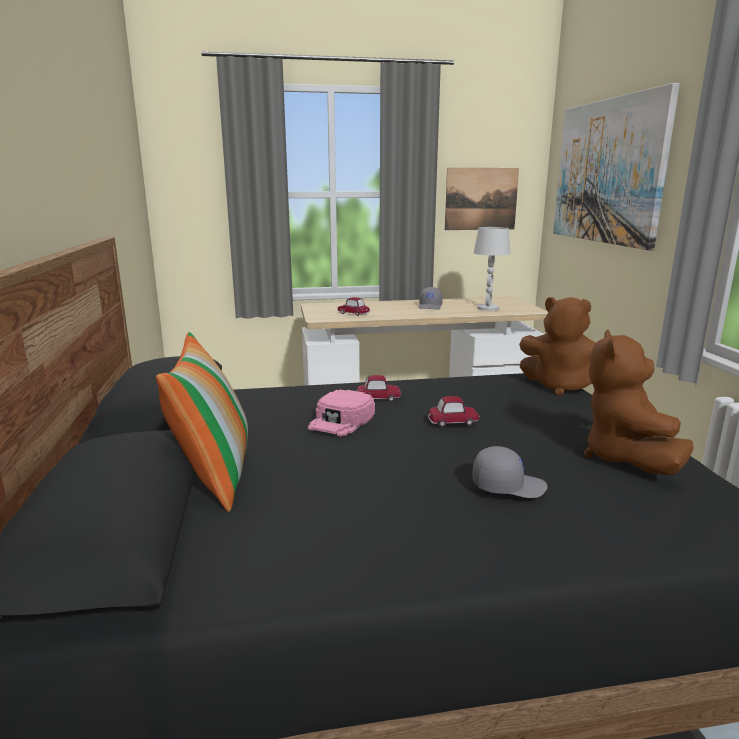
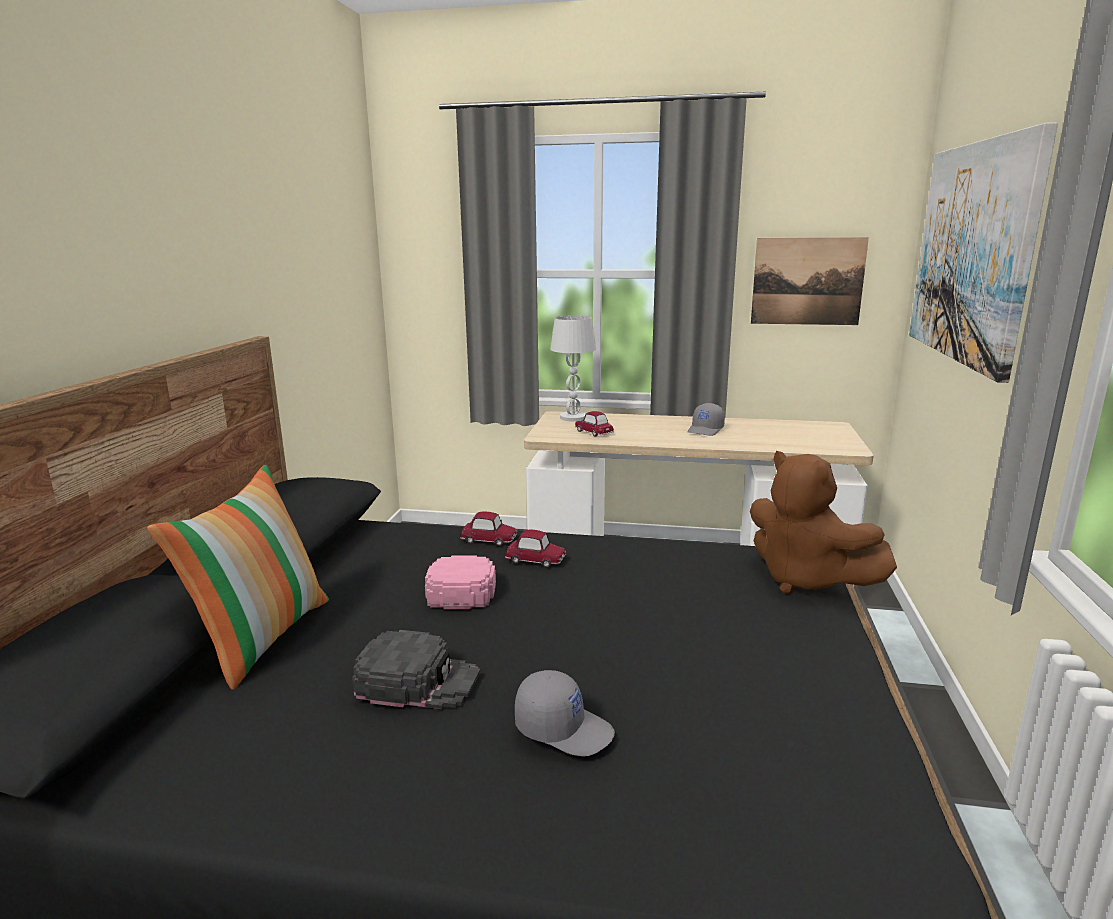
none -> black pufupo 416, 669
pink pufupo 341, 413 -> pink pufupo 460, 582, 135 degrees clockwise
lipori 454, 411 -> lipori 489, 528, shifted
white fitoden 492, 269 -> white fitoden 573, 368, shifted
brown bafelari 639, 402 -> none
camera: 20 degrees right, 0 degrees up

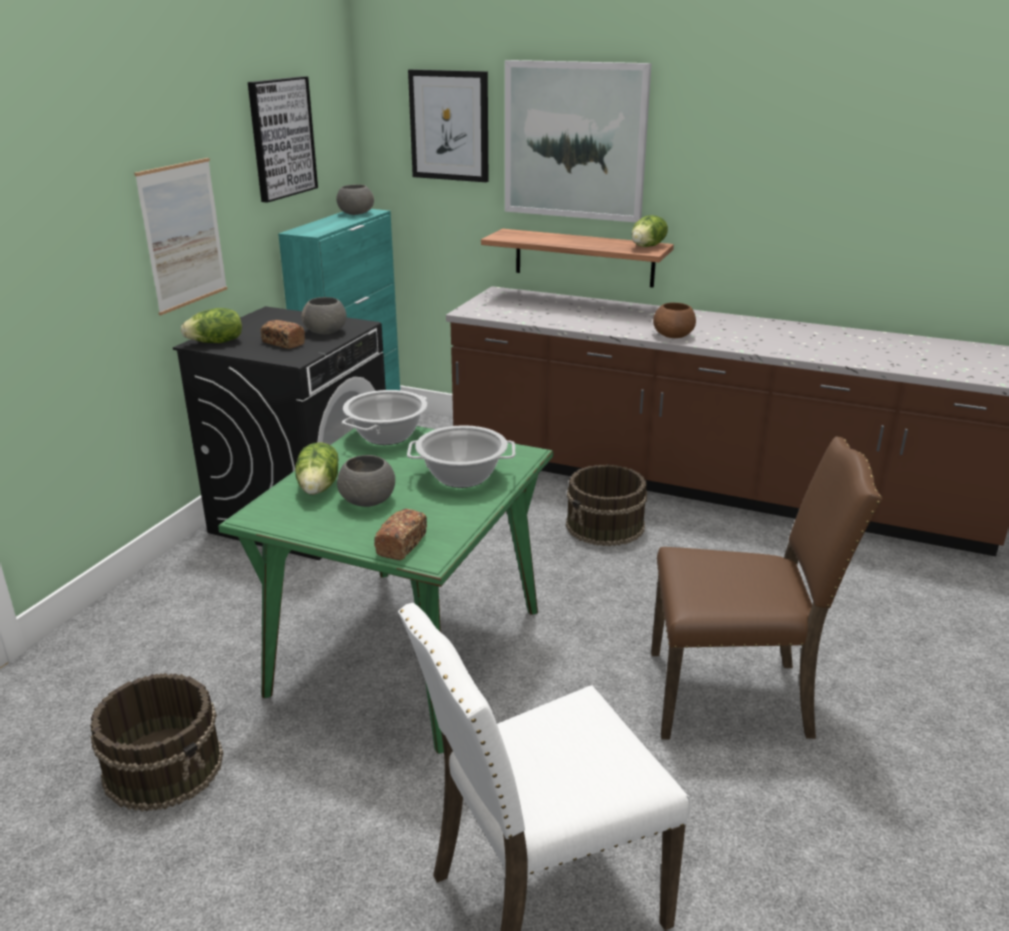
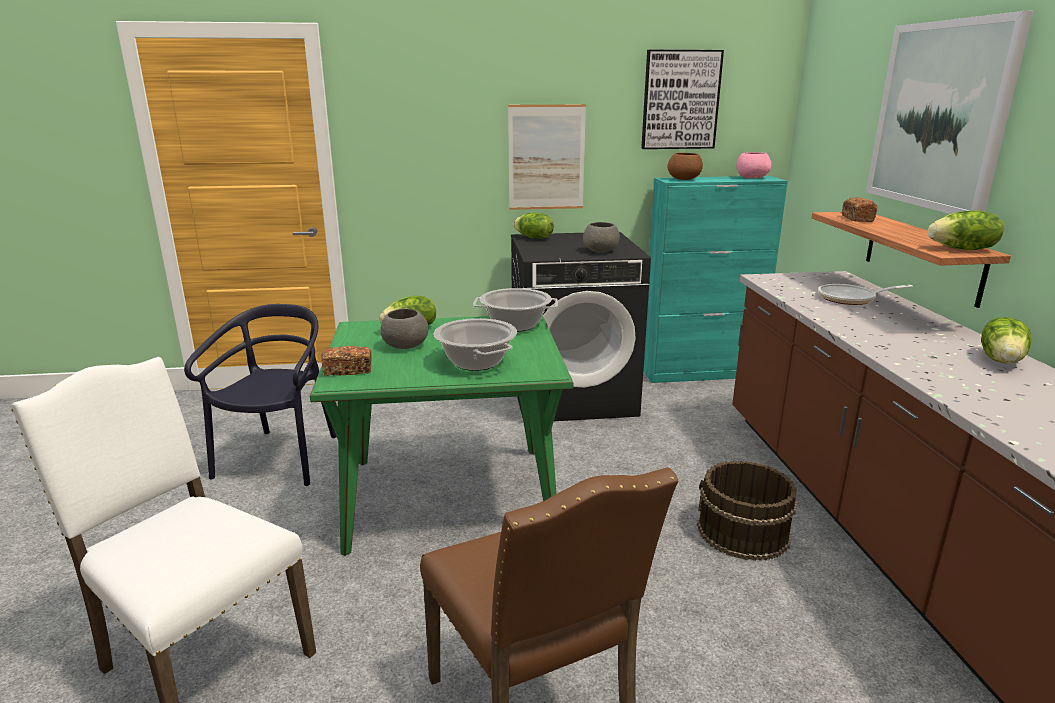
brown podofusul 157, 742 -> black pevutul 260, 395
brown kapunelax 674, 320 -> brown kapunelax 685, 166, shifted
grey kapunelax 355, 199 -> pink kapunelax 754, 165
none -> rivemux 865, 294
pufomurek 282, 334 -> pufomurek 859, 209, shifted
none -> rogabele 1006, 340
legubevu 448, 125 -> none
camera: 60 degrees right, 5 degrees down

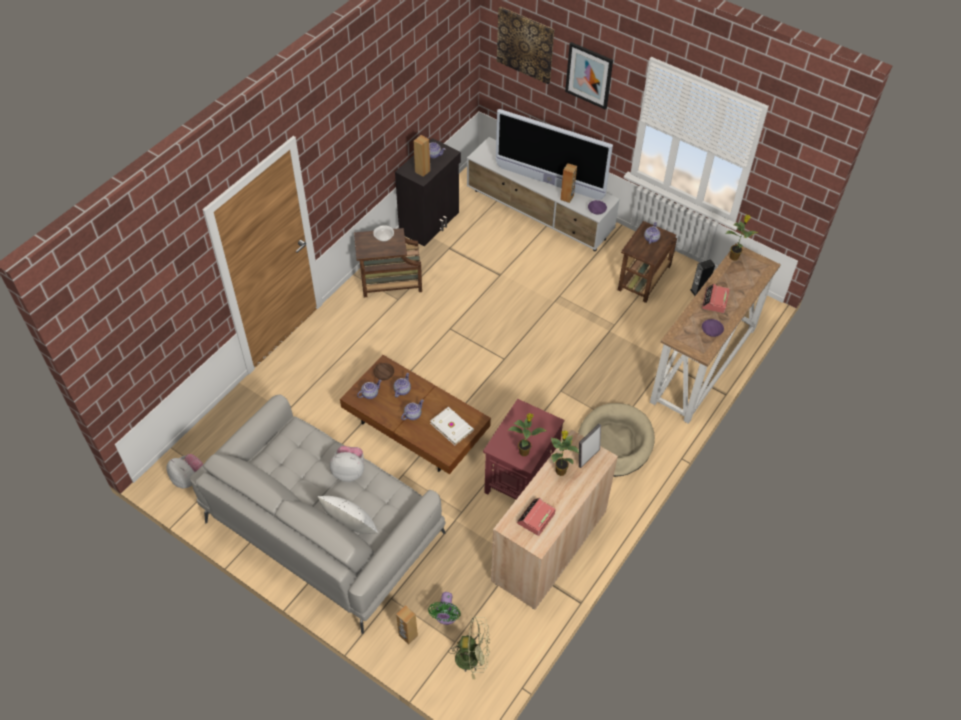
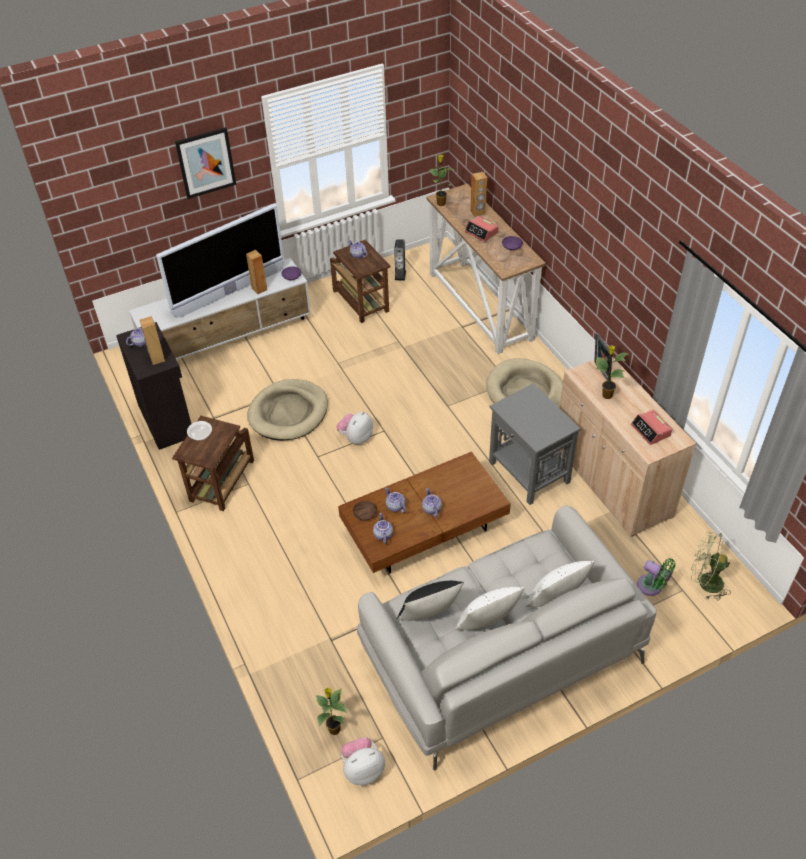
none -> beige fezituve 287, 409
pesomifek 527, 434 -> pesomifek 331, 711, shifted
bafelari 347, 464 -> bafelari 354, 428, shifted
none -> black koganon 430, 601
none -> white koganon 489, 608
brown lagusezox 407, 625 -> brown lagusezox 478, 194, shifted
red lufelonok 523, 449 -> grey lufelonok 535, 444
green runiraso 469, 648 -> green runiraso 711, 566, 105 degrees counterclockwise
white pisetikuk 452, 426 -> none
legubevu 525, 45 -> none
camera: 60 degrees left, 5 degrees down

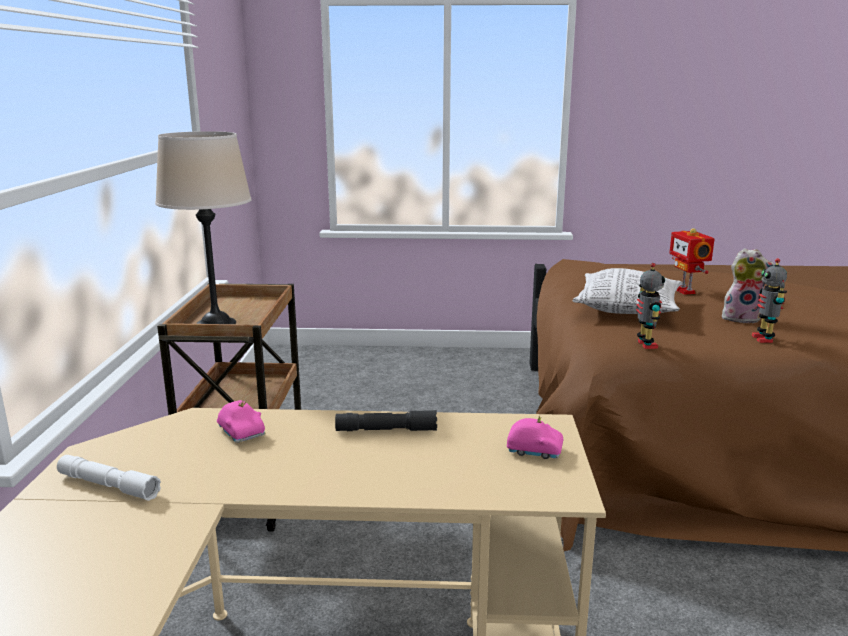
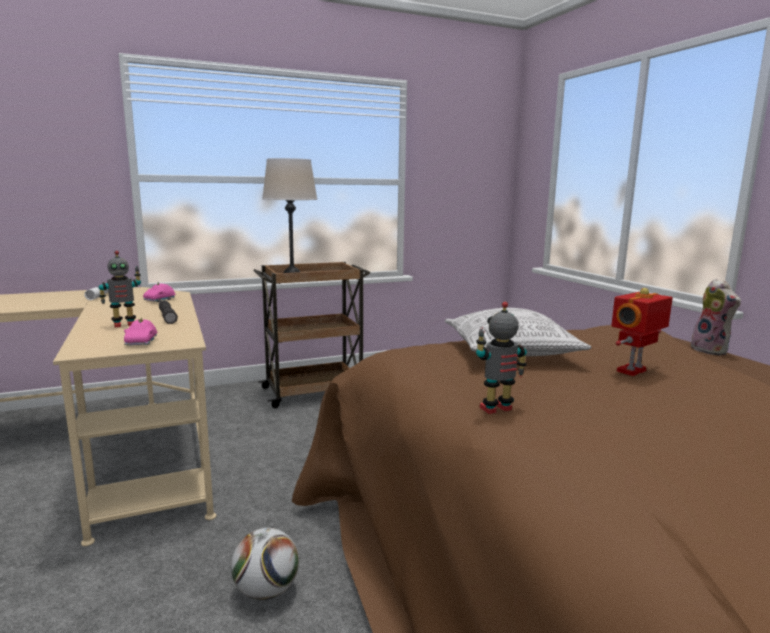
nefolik 650, 306 -> nefolik 120, 289, shifted
none -> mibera 265, 564
bafelari 748, 285 -> bafelari 716, 317, shifted
camera: 65 degrees right, 5 degrees down

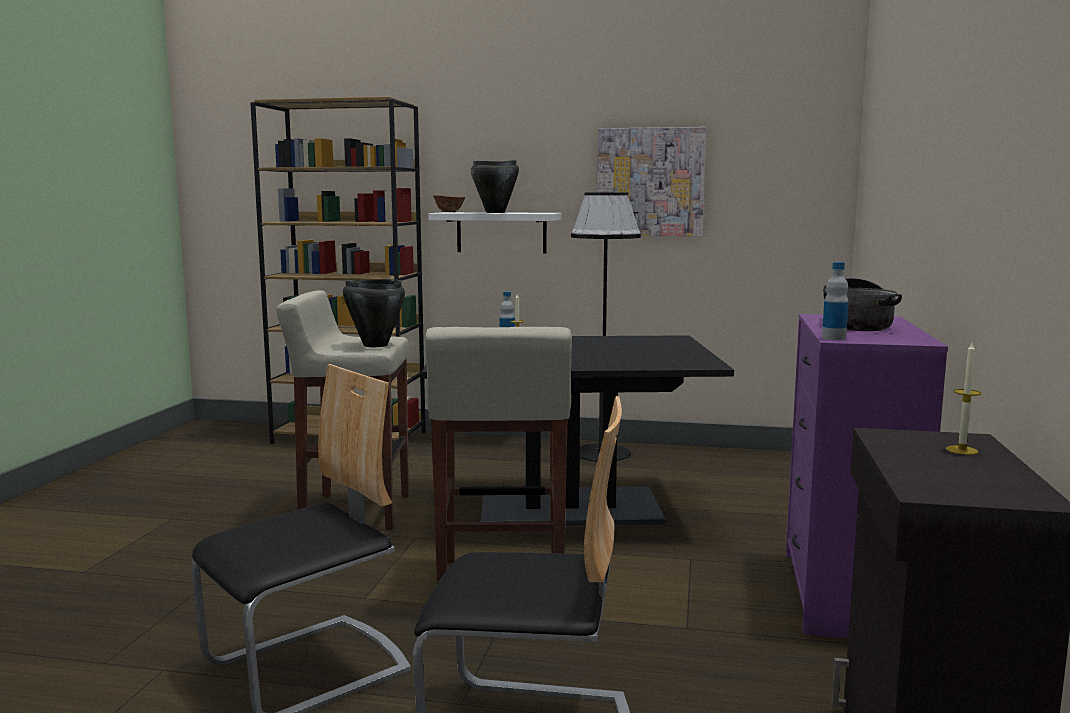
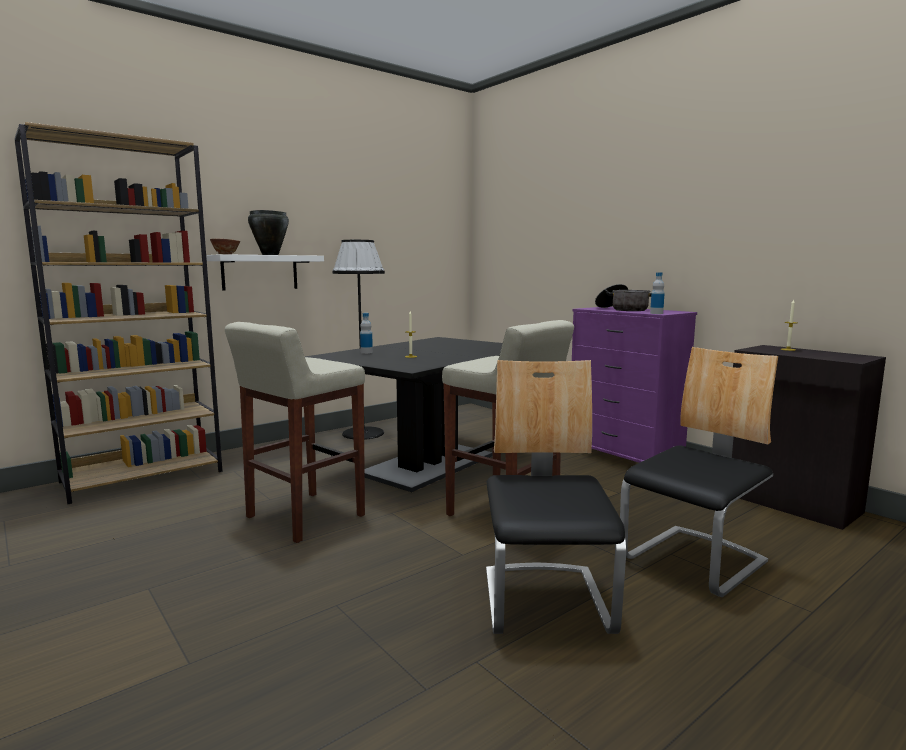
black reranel 374, 313 -> none
legubevu 651, 181 -> none
camera: 50 degrees left, 0 degrees up

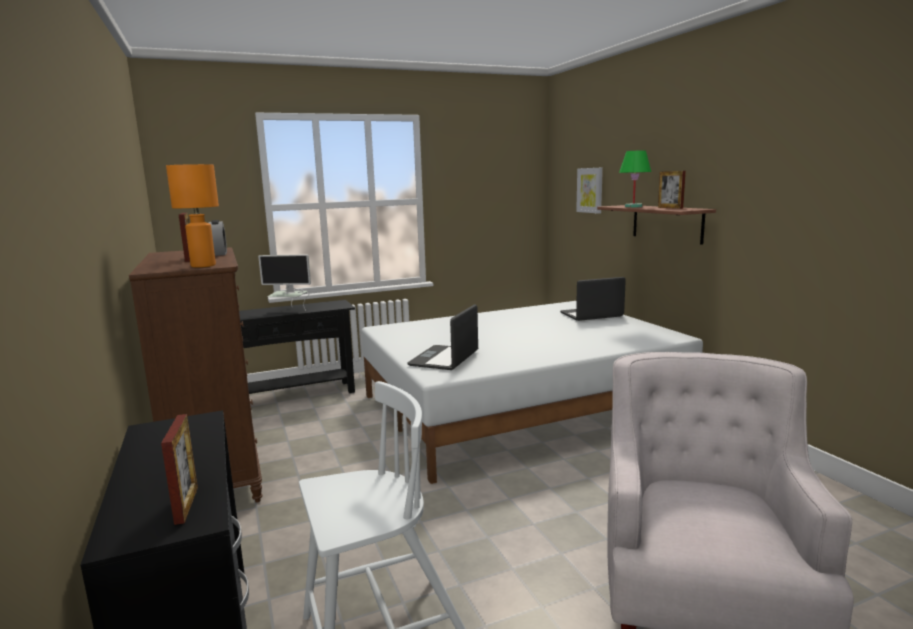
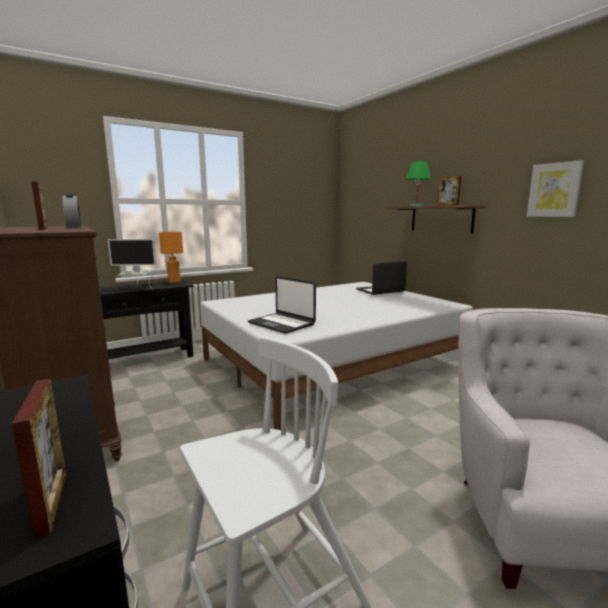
orange fitoden 192, 216 -> orange fitoden 171, 257, shifted
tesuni 442, 337 -> tesuni 282, 305, 60 degrees counterclockwise
legubevu 589, 191 -> legubevu 555, 188, shifted
camera: 10 degrees left, 0 degrees up

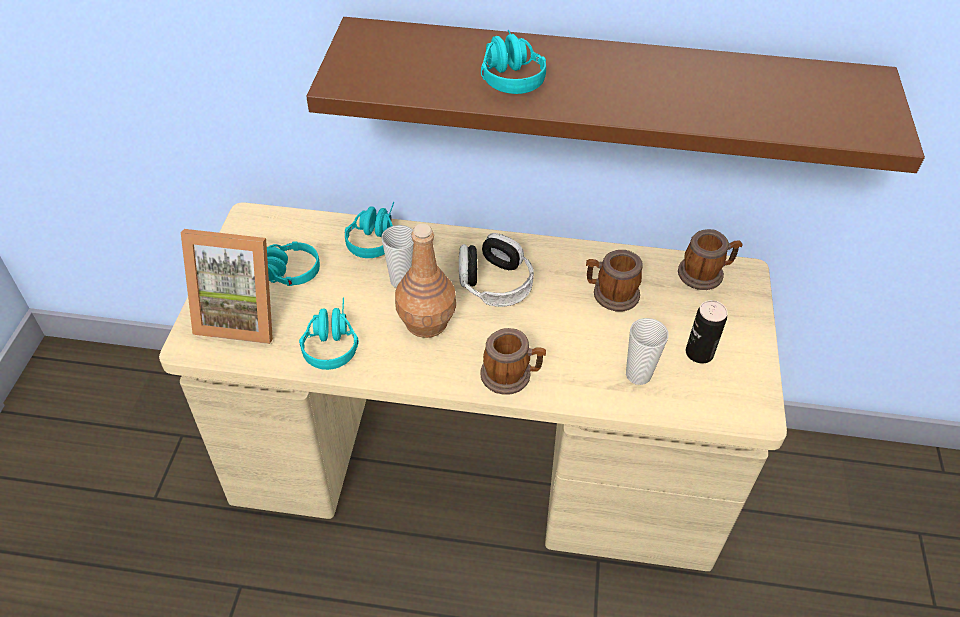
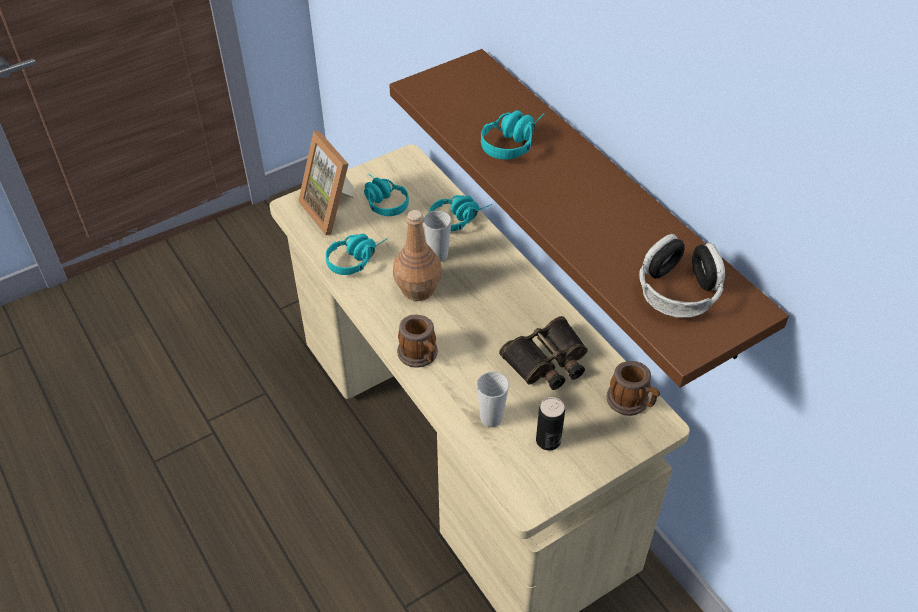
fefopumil 614, 280 -> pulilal 543, 353
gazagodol 496, 270 -> gazagodol 682, 276, shifted
camera: 50 degrees right, 0 degrees up

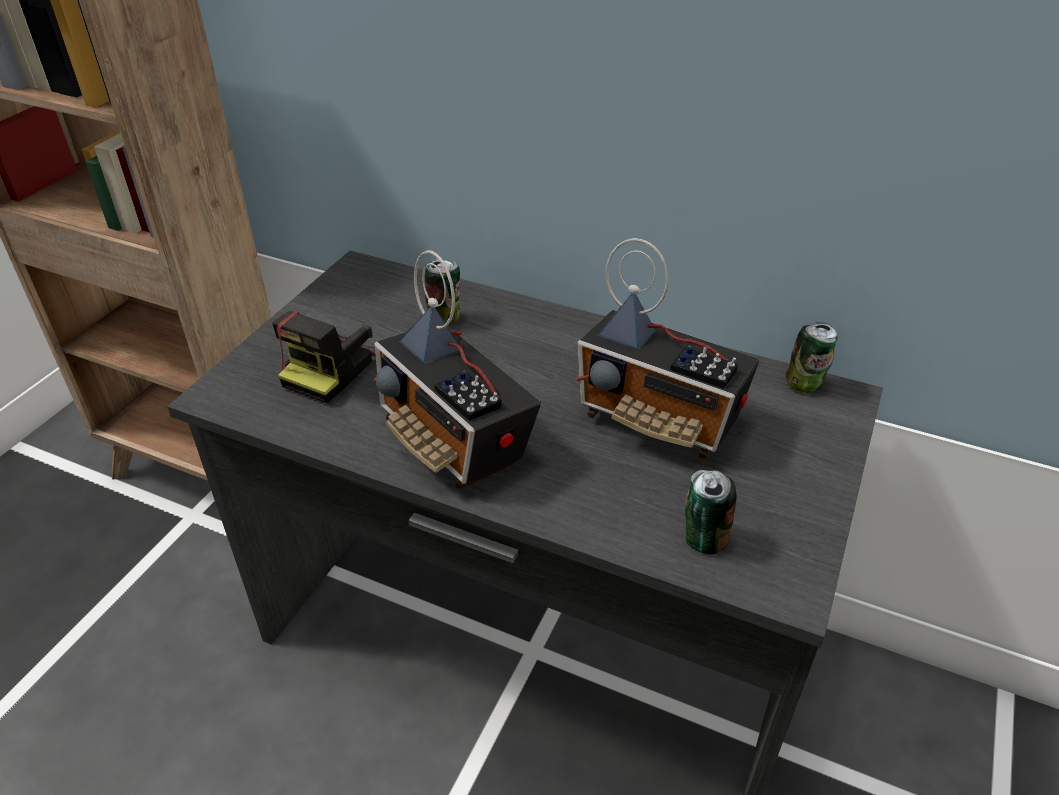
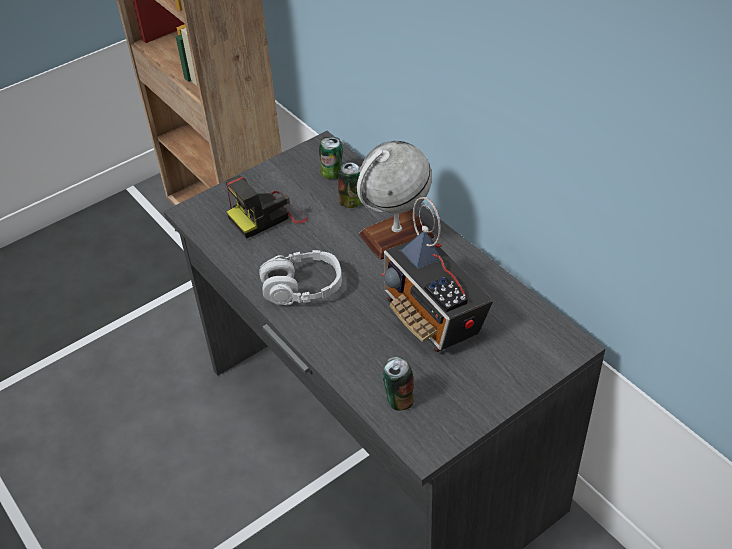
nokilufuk 457, 369 -> grey gazagodol 300, 277
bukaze 812, 357 -> bukaze 331, 158, shifted
none -> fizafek 396, 200
camera: 30 degrees right, 5 degrees up

